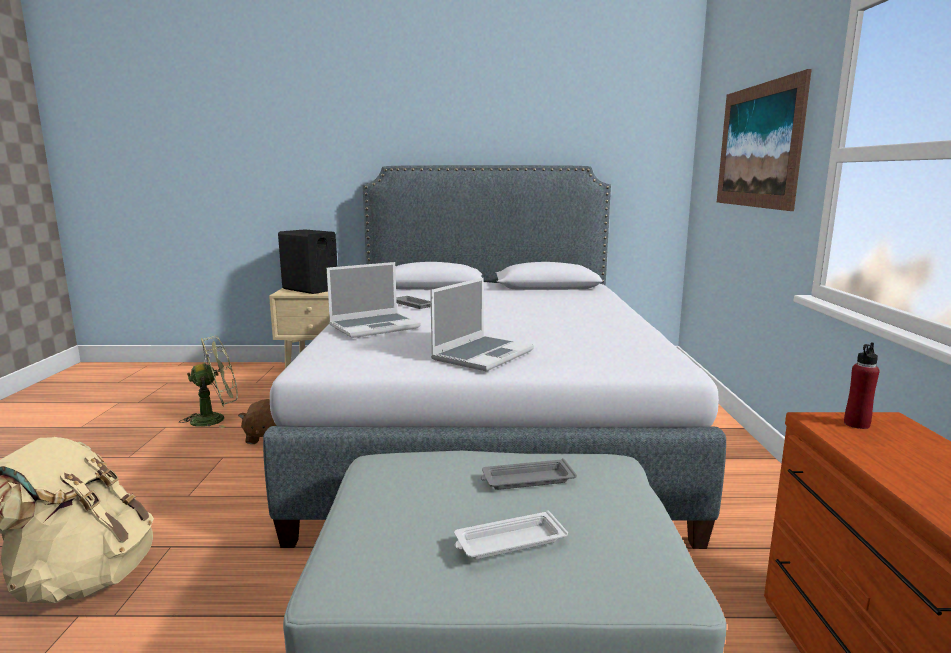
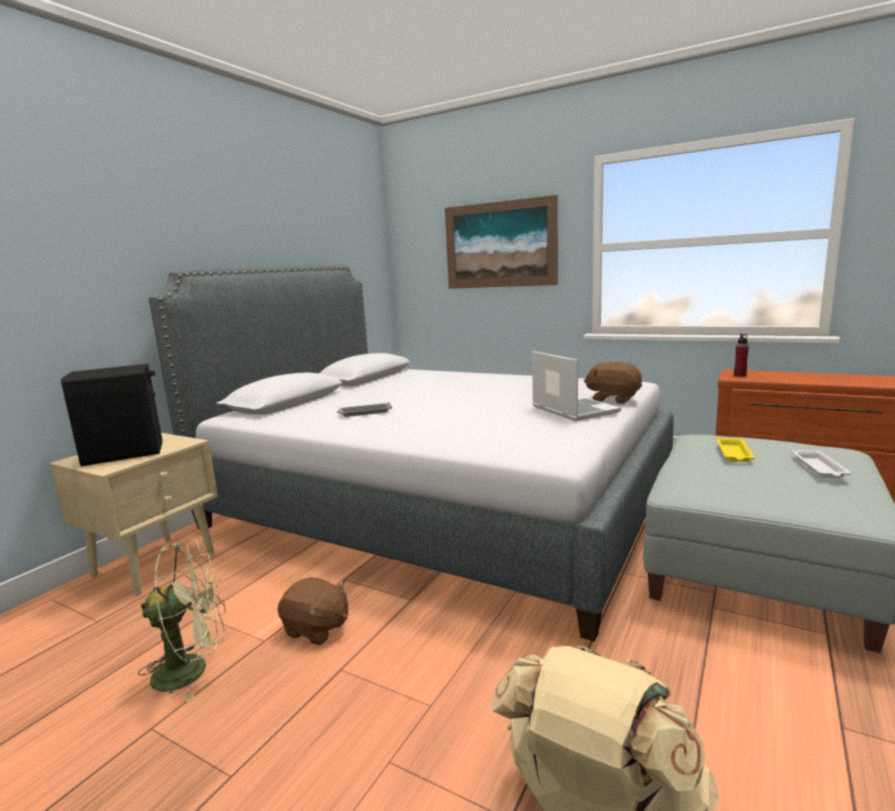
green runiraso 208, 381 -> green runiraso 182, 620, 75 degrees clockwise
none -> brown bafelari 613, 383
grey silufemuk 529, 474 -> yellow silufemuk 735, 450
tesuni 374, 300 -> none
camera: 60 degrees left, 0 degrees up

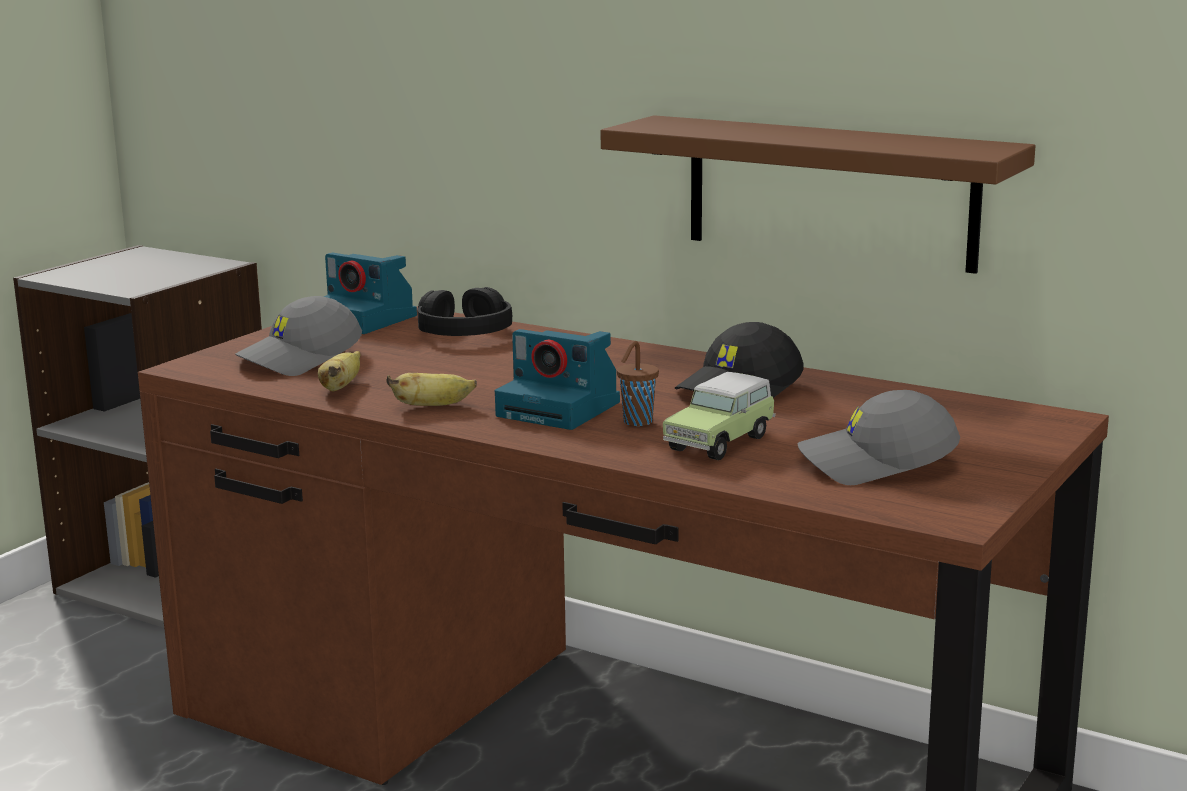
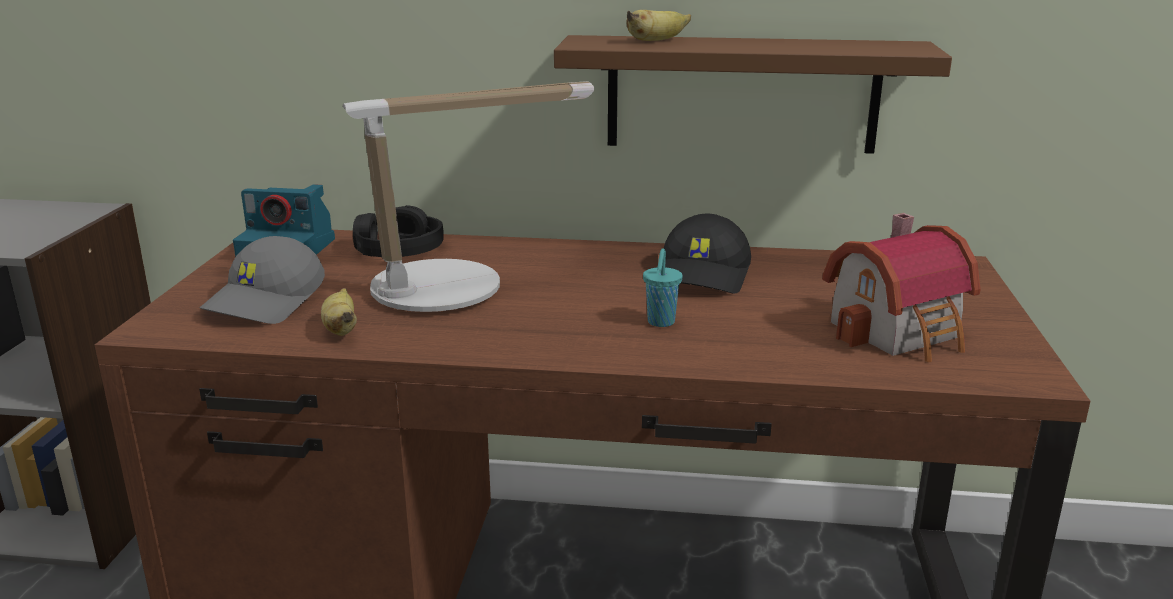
none -> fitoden 468, 196
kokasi 431, 389 -> kokasi 658, 25, shifted
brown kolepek 638, 383 -> turquoise kolepek 663, 287
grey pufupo 879, 437 -> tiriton 901, 287
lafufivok 557, 379 -> none
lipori 719, 416 -> none
camera: 25 degrees left, 5 degrees up

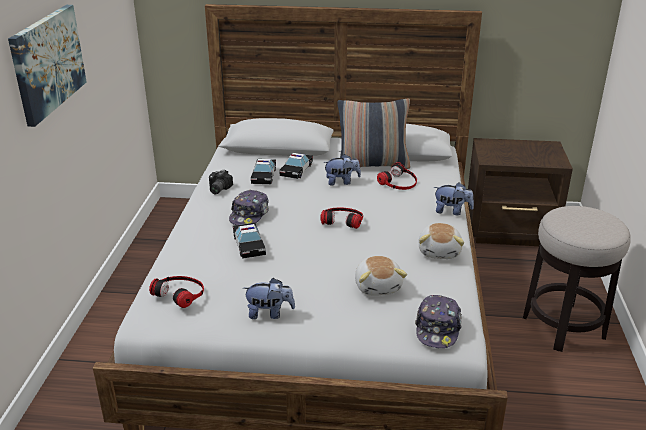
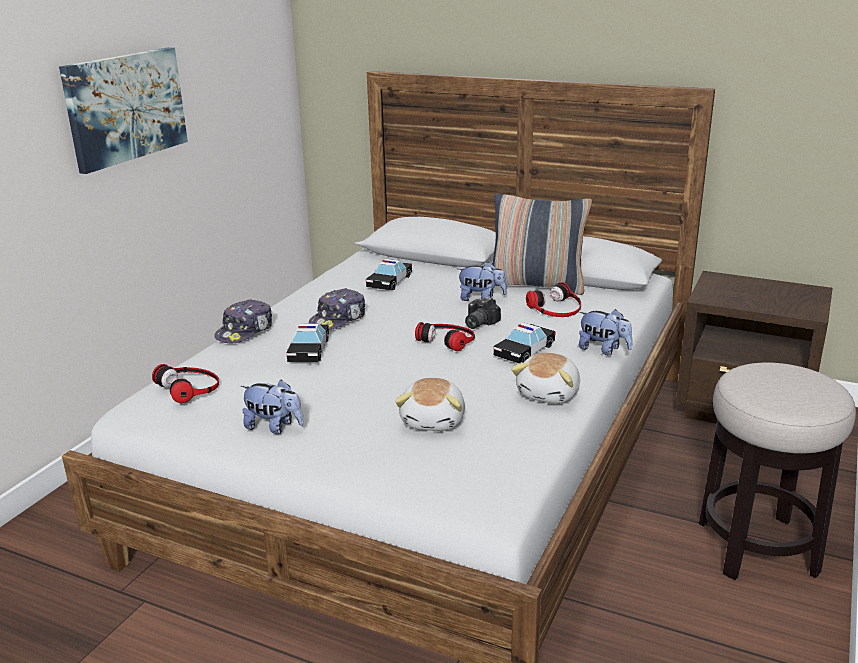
pufupo 438, 321 -> pufupo 243, 321, shifted
lafufivok 221, 182 -> lafufivok 483, 313, shifted
lipori 296, 166 -> lipori 525, 343, shifted
camera: 20 degrees right, 5 degrees down

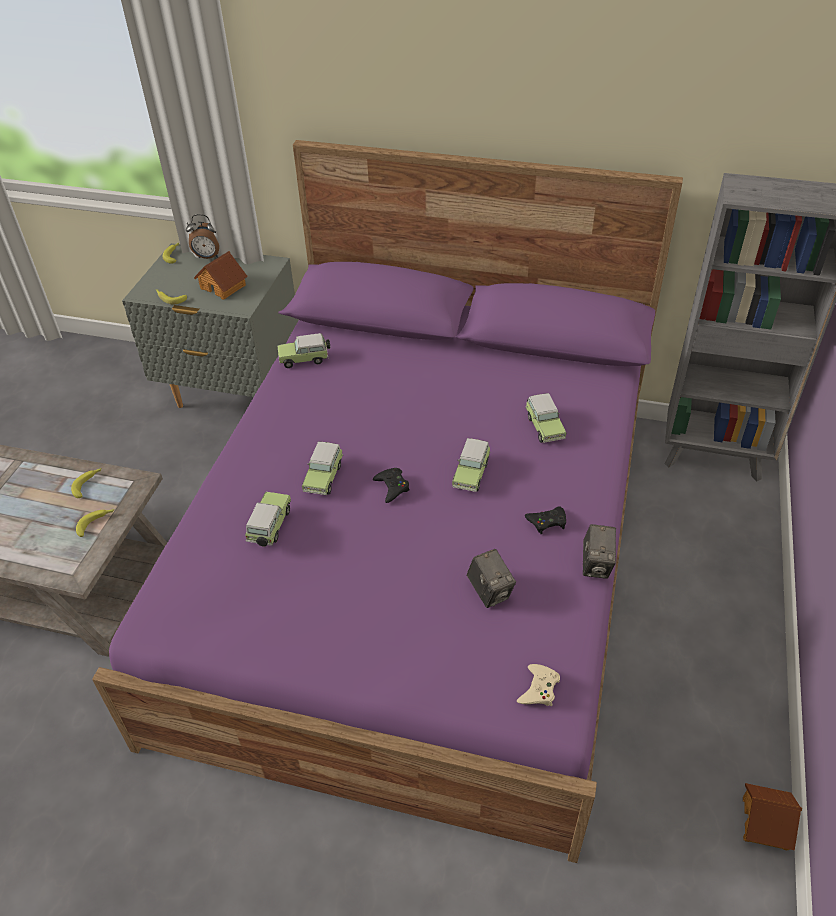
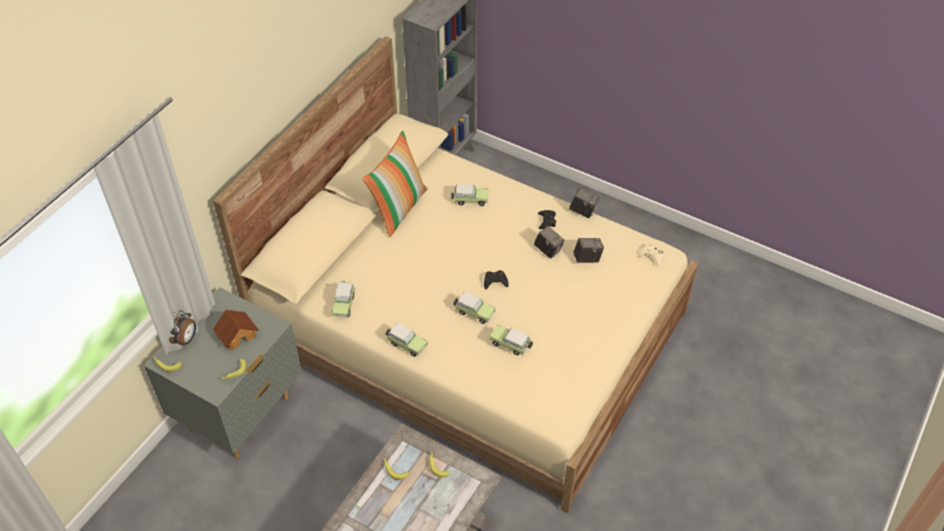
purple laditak 387, 501 -> beige laditak 456, 274
none -> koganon 394, 184
lipori 471, 465 -> lipori 407, 339, shifted
none -> lafufivok 549, 242
tiriton 772, 816 -> none
camera: 75 degrees left, 5 degrees up

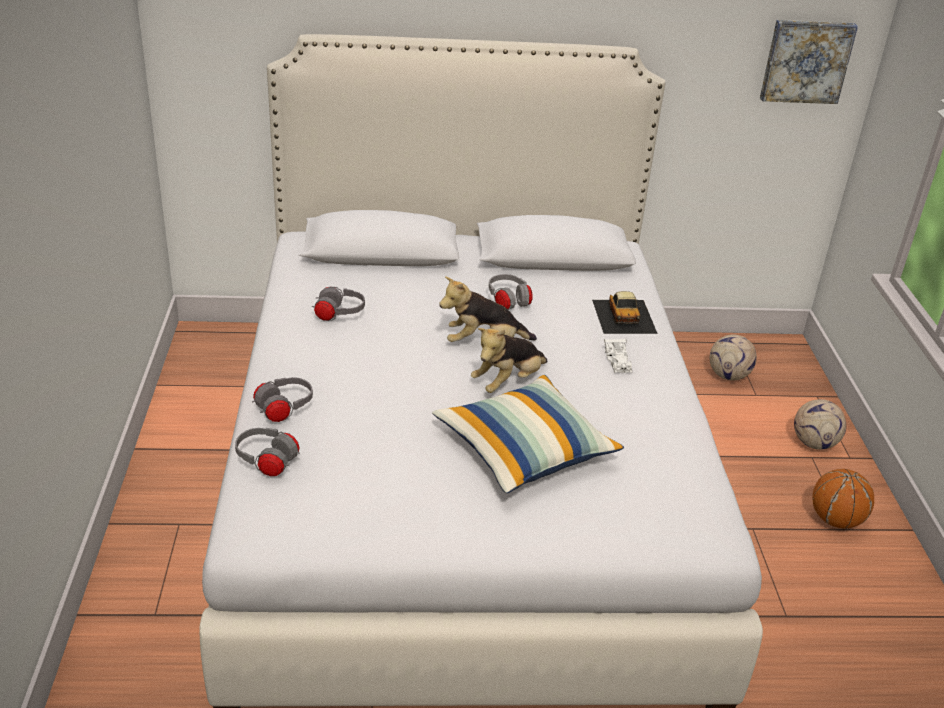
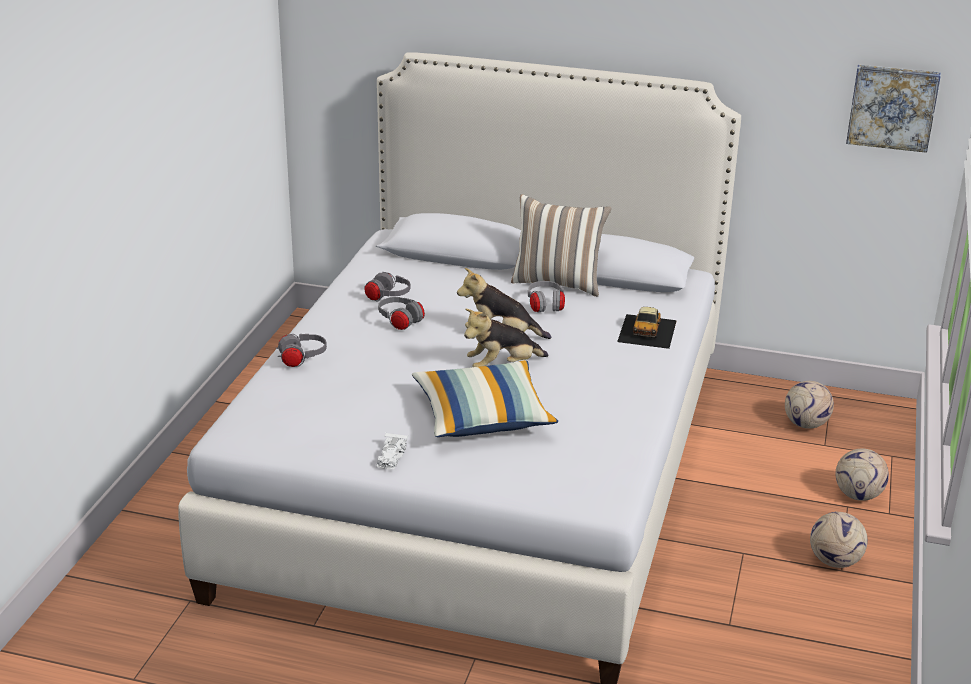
white lipori 618, 355 -> white lipori 392, 451, shifted
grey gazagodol 267, 452 -> grey gazagodol 401, 313, shifted
none -> koganon 561, 245
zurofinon 843, 499 -> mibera 839, 540
camera: 20 degrees right, 5 degrees down

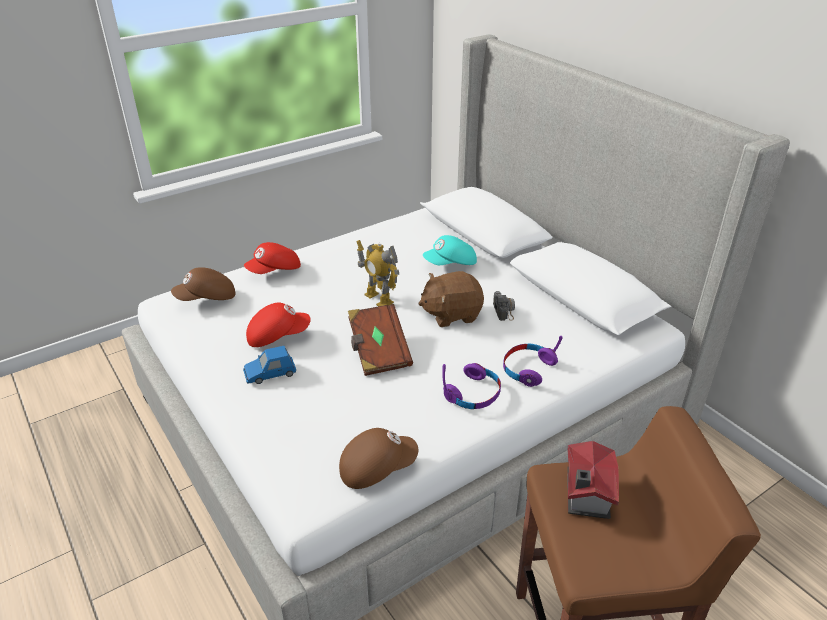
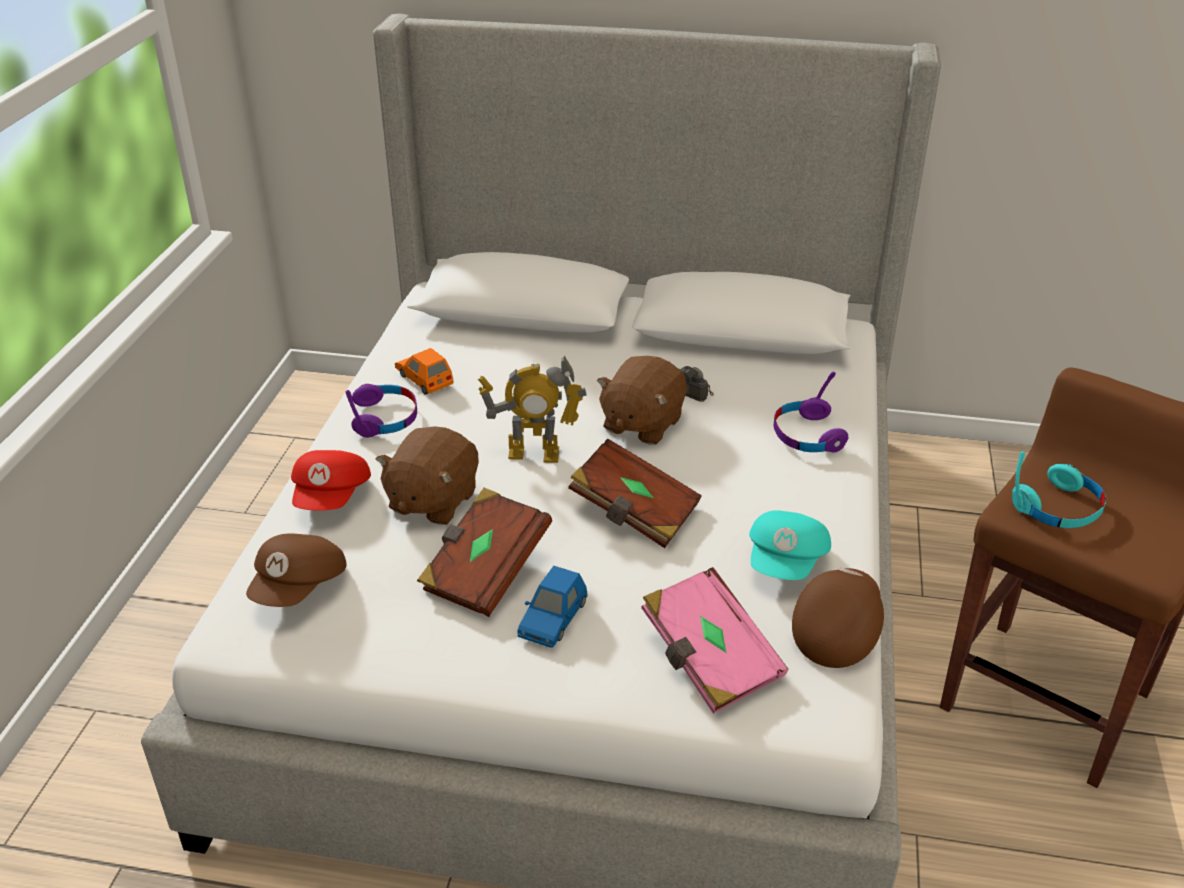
purple gazagodol 471, 386 -> purple gazagodol 381, 411, shifted
none -> brown bafelari 427, 475
none -> orange lipori 424, 371
red pufupo 278, 324 -> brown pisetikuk 484, 552
none -> pink pisetikuk 715, 640
turquoise pufupo 450, 250 -> turquoise pufupo 790, 545, shifted
tiriton 593, 480 -> turquoise gazagodol 1059, 489
camera: 45 degrees left, 0 degrees up

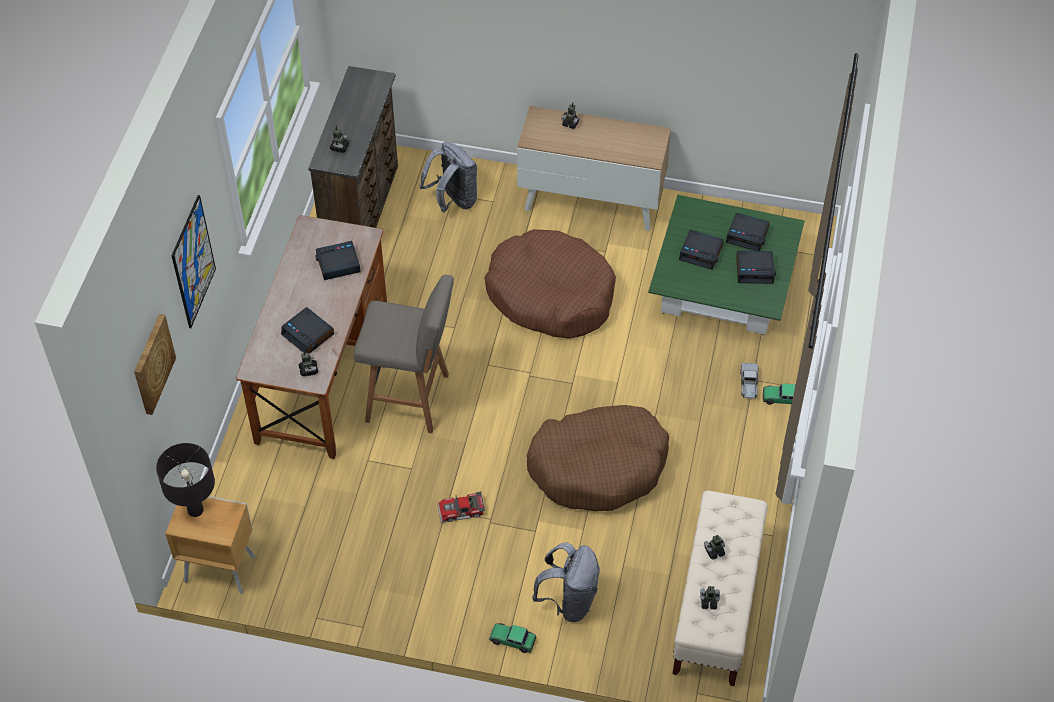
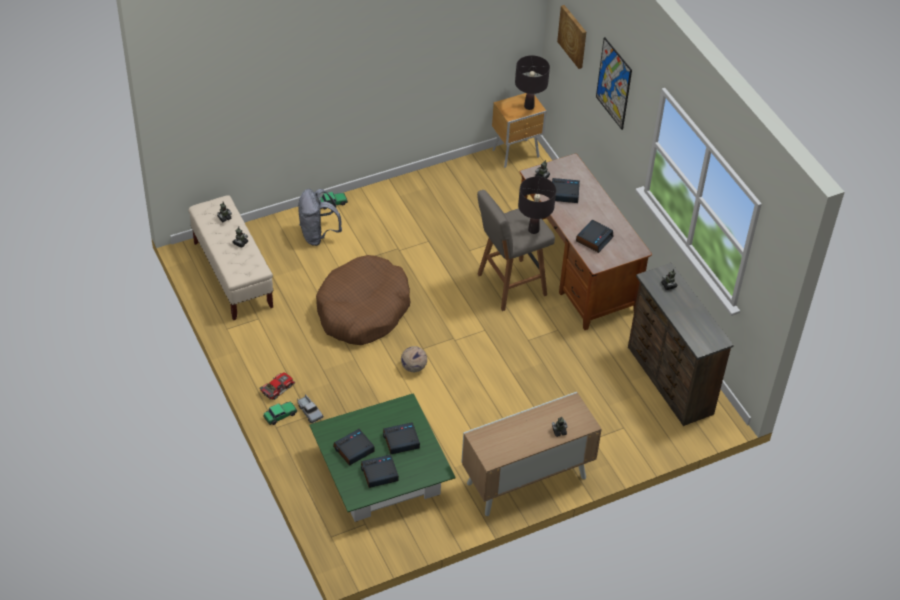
lipori 461, 507 -> lipori 277, 386, shifted
none -> mibera 414, 359
none -> black fitoden 537, 205
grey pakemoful 448, 177 -> none
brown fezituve 550, 284 -> none
camera: 140 degrees right, 5 degrees down

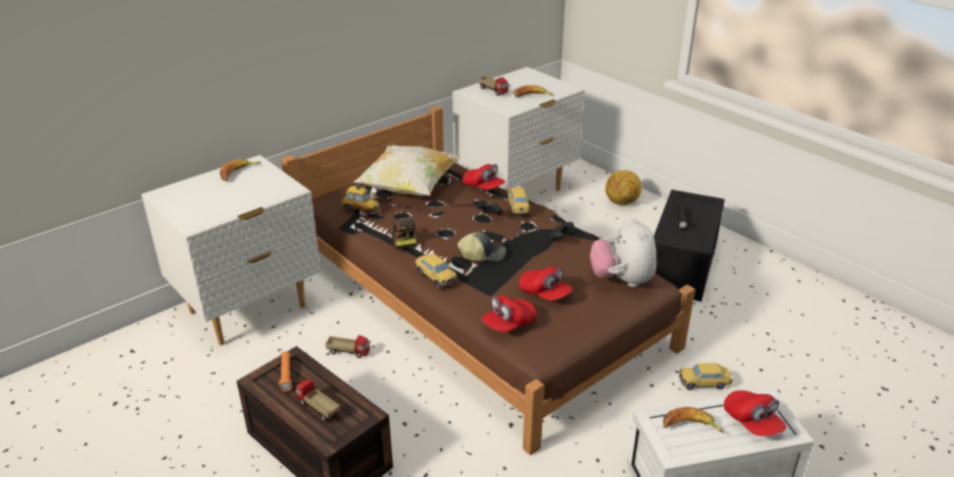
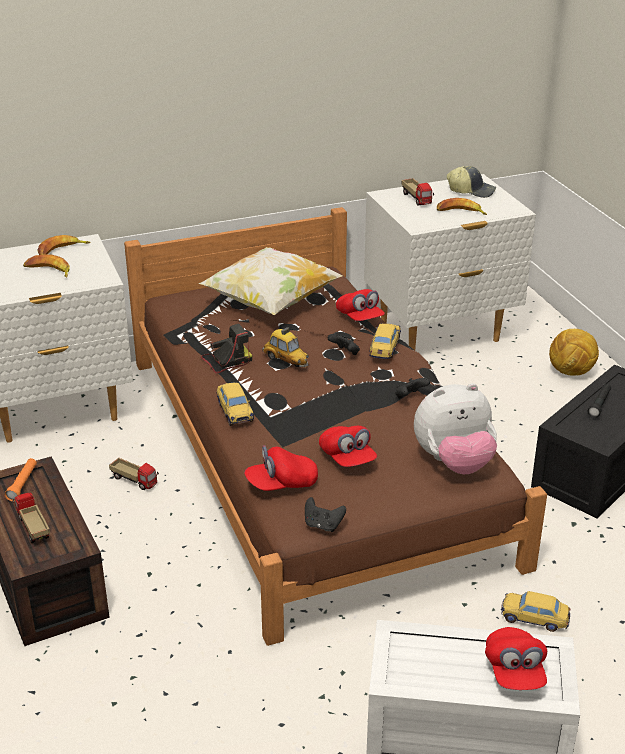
kokasi 694, 420 -> kokasi 46, 266, shifted
lafufivok 402, 234 -> lafufivok 227, 348, 120 degrees counterclockwise
lipori 360, 198 -> lipori 285, 347, shifted
none -> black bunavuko 325, 514
bafelari 623, 252 -> bafelari 455, 428, 120 degrees counterclockwise
pufupo 481, 247 -> pufupo 471, 182, shifted
camera: 20 degrees right, 0 degrees up

